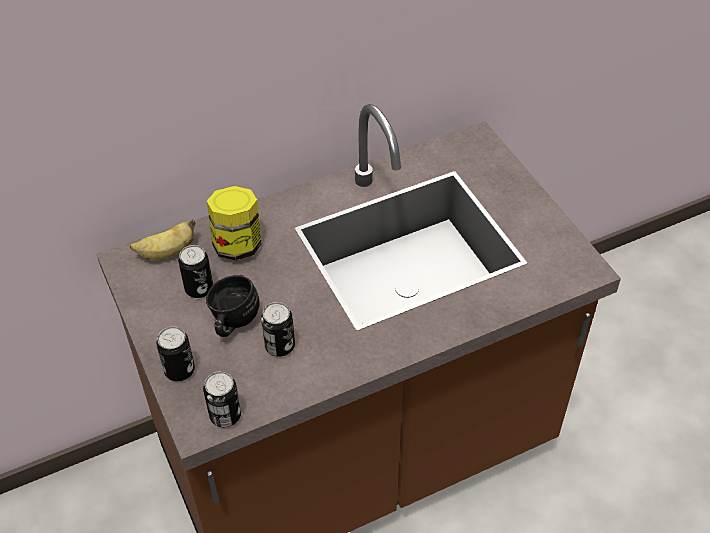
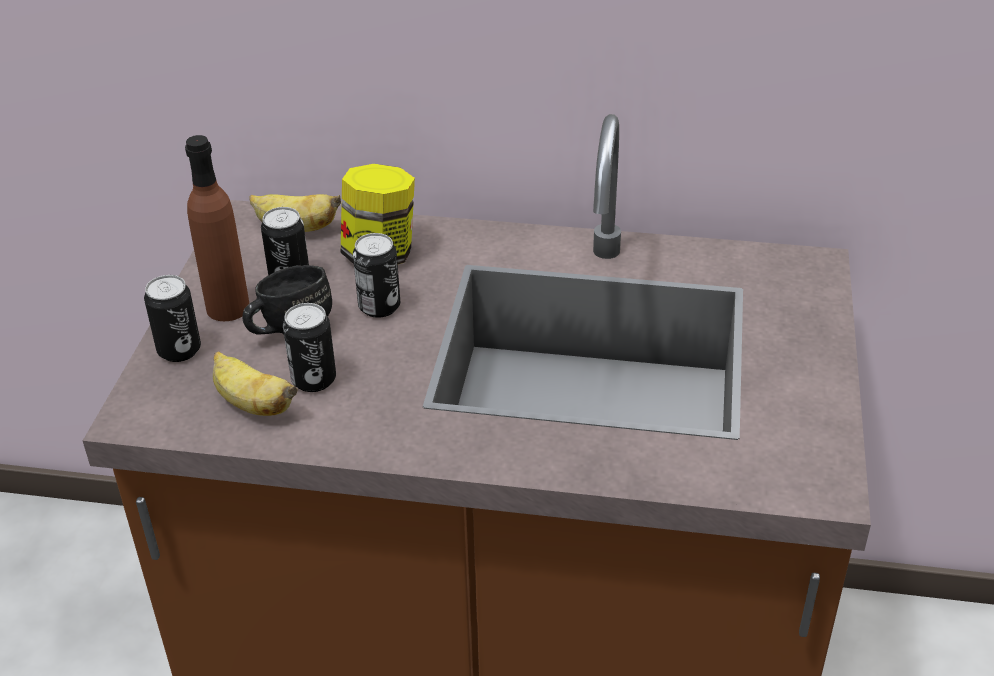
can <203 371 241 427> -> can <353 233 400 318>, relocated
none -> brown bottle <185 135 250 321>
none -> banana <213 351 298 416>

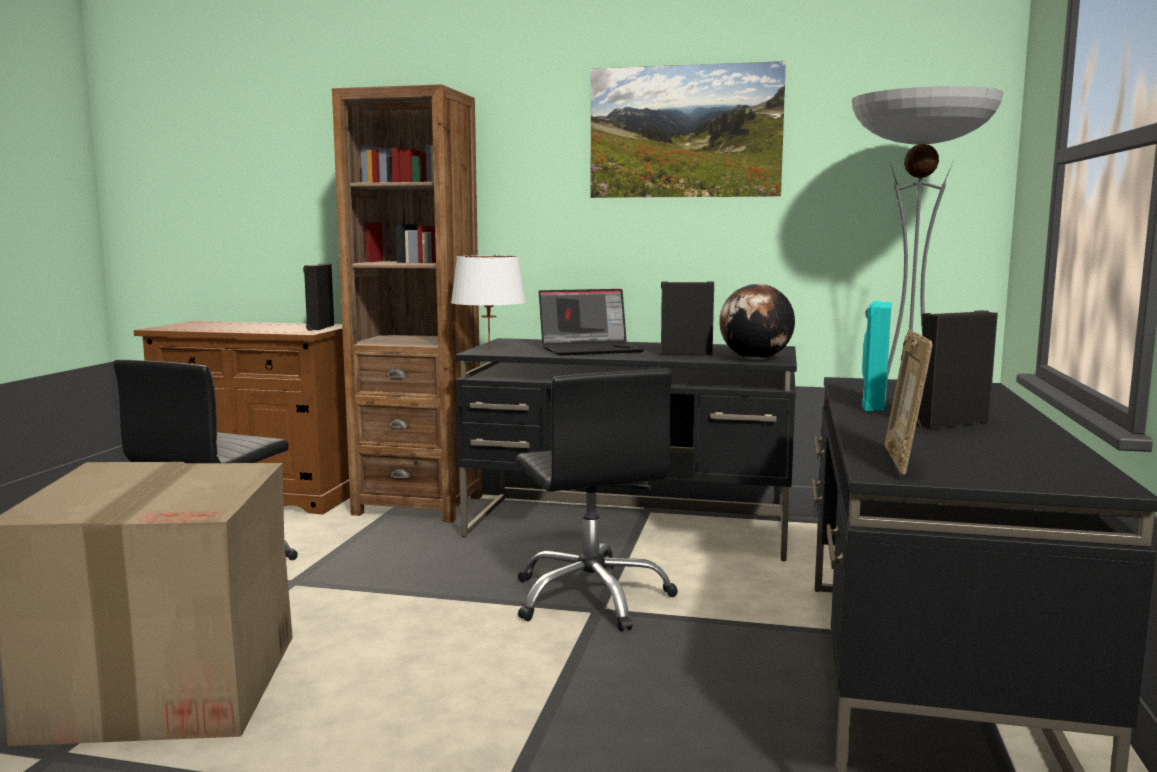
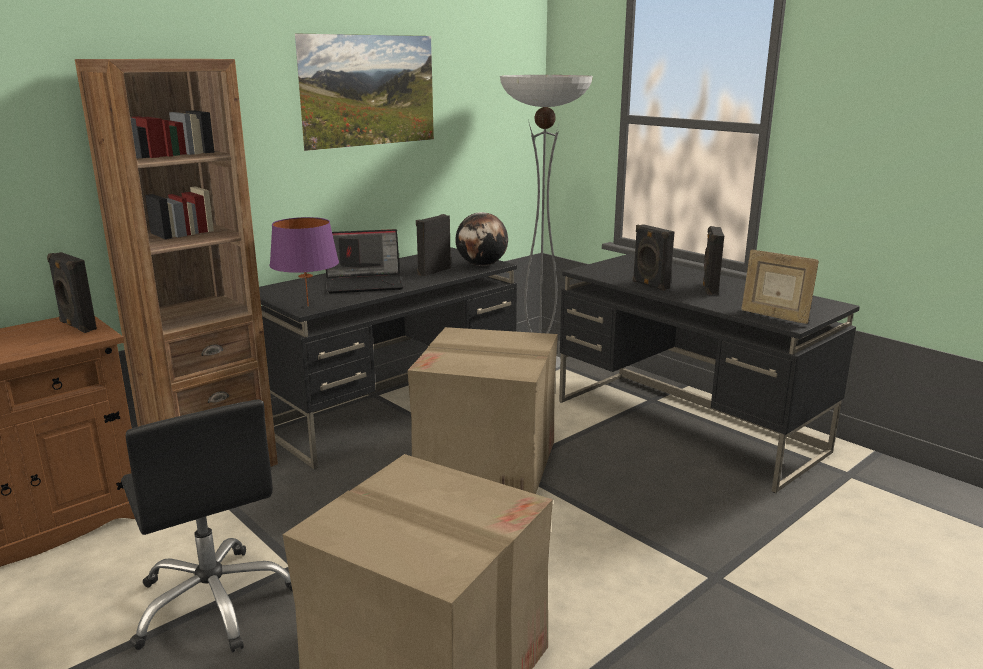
white table lamp <451 255 526 351> -> purple table lamp <269 217 339 306>
laptop <539 289 645 356> -> laptop <326 229 404 294>, 60 degrees clockwise
turquoise speaker <861 301 891 411> -> black speaker <633 224 675 291>
black office chair <516 369 678 631> -> cardboard box <408 327 558 494>

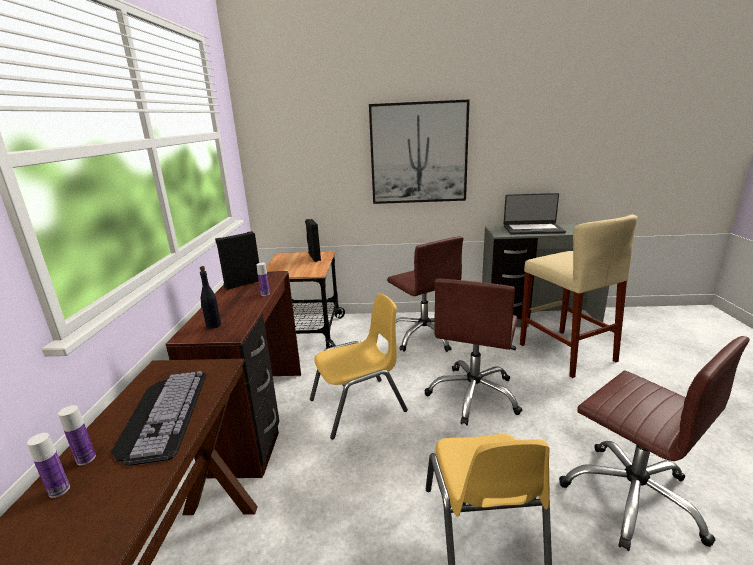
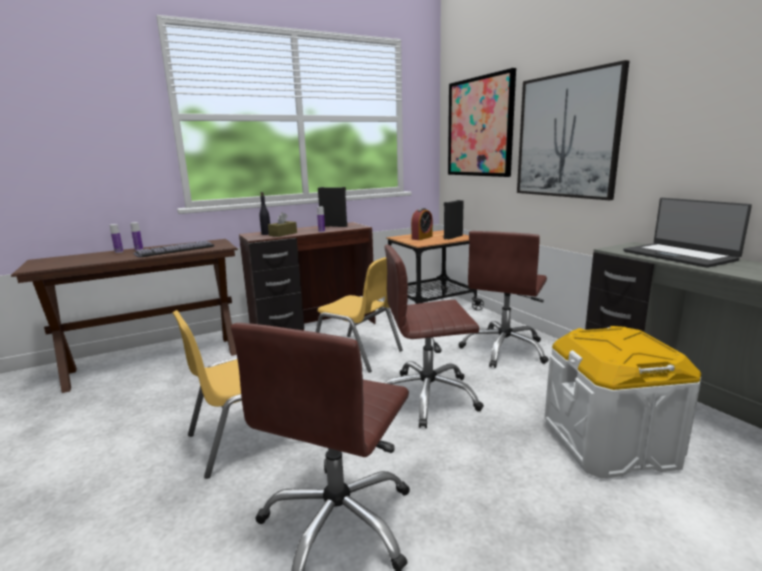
beige stool <520 214 638 378> -> white storage box <545 326 701 479>
none -> picture <448 68 516 177>
none -> alarm clock <411 208 433 240>
none -> brown tissue box <268 212 297 237>

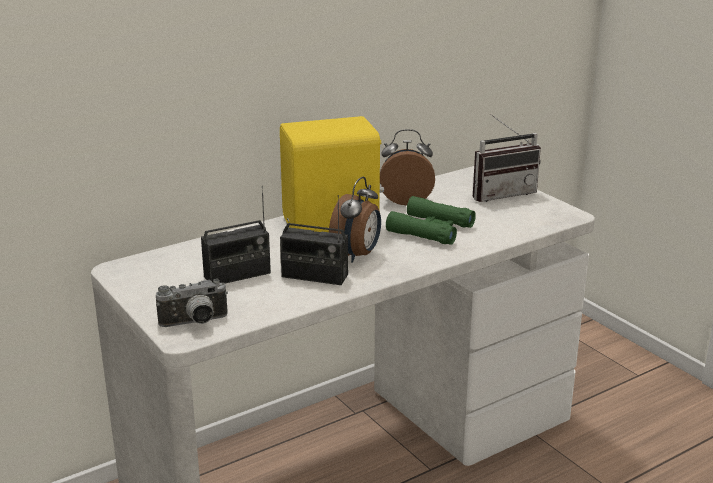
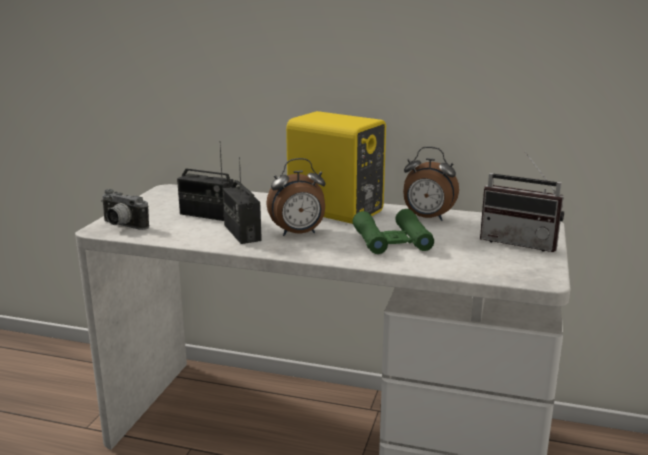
alarm clock <380 129 435 205> -> alarm clock <403 147 459 221>, 150 degrees clockwise

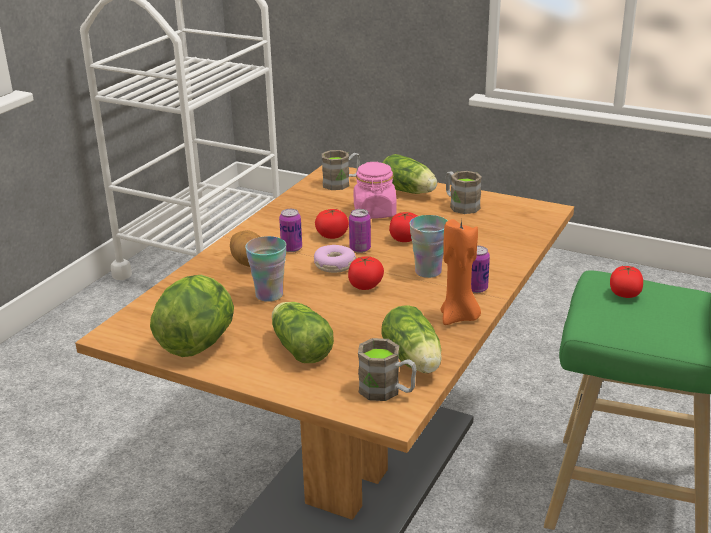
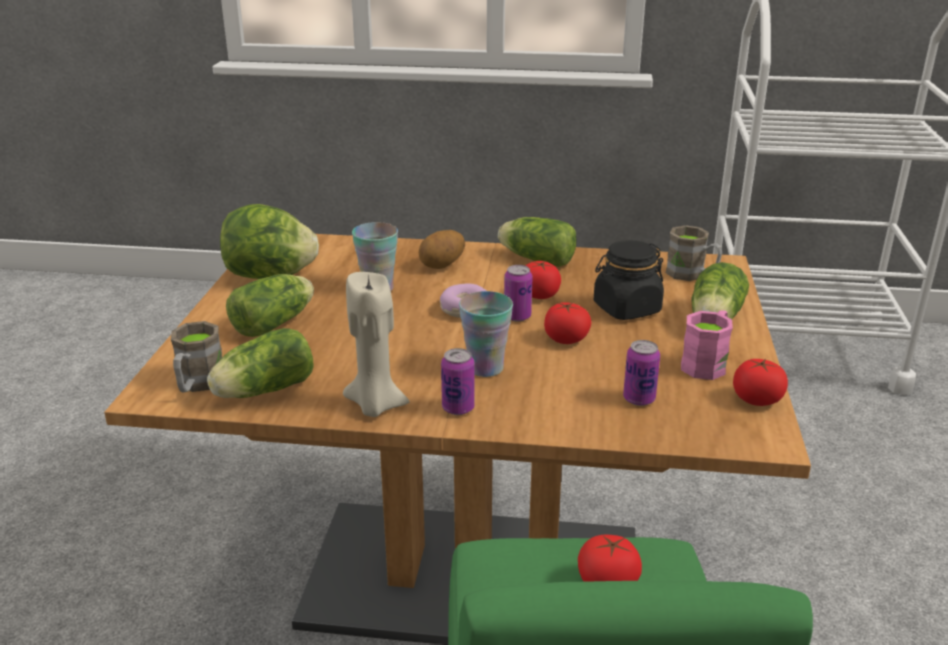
pink jar <354 162 397 219> -> black jar <594 240 664 320>
brown mug <446 171 482 214> -> pink mug <681 310 733 380>
can <279 209 302 252> -> can <623 340 660 406>, relocated
orange candle <441 219 481 325> -> beige candle <343 272 410 417>
tomato <348 256 384 290> -> tomato <733 359 788 406>, relocated
none -> lettuce <498 217 576 267>

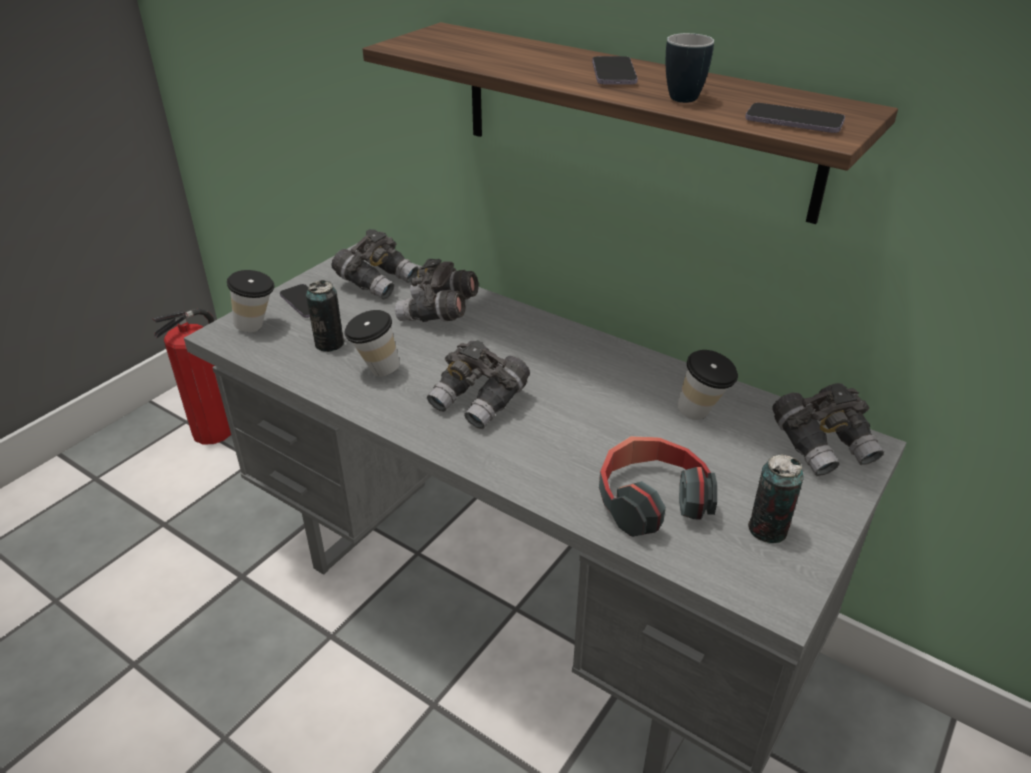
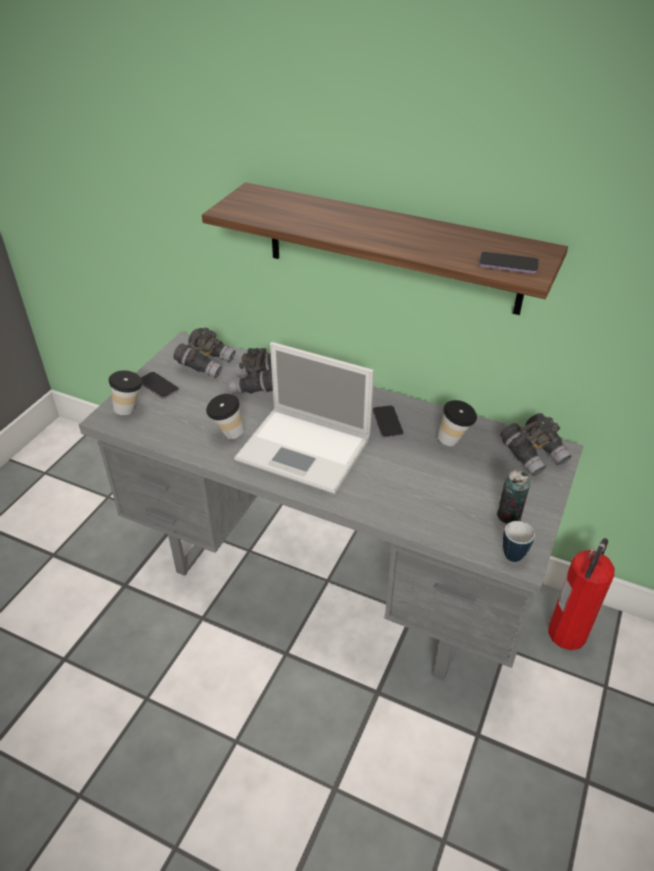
mug <666 33 714 103> -> mug <503 519 535 562>, relocated
phone <592 56 638 84> -> phone <373 405 403 438>, relocated
can <306 280 345 352> -> none
fire extinguisher <152 309 231 444> -> fire extinguisher <548 538 615 650>, relocated
grey binoculars <427 340 530 429> -> laptop <234 342 374 494>
headphones <599 436 717 537> -> none

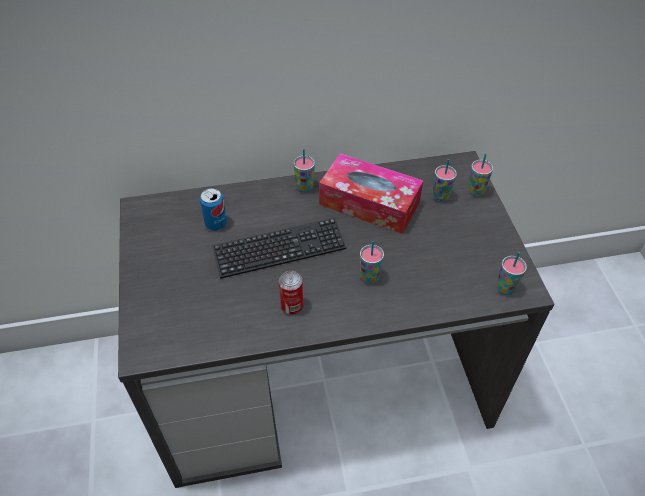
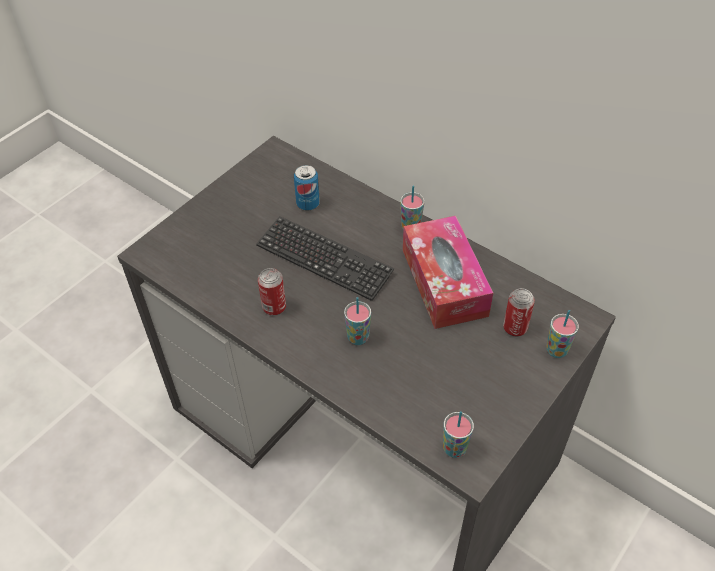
cup <433 159 457 202> -> can <503 288 535 337>

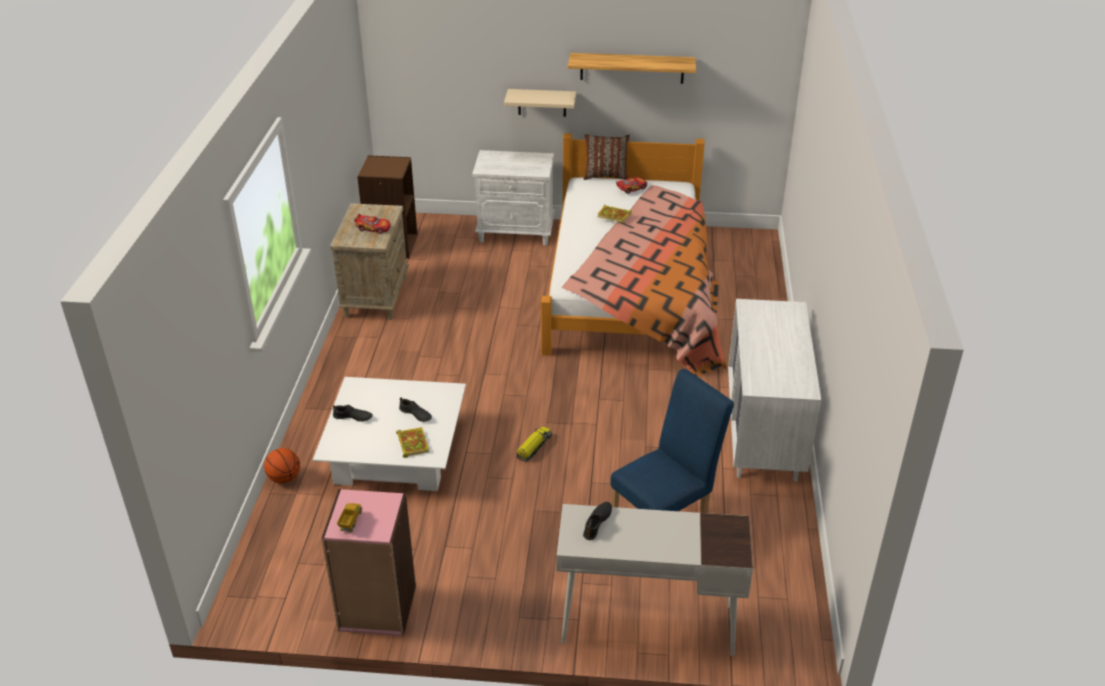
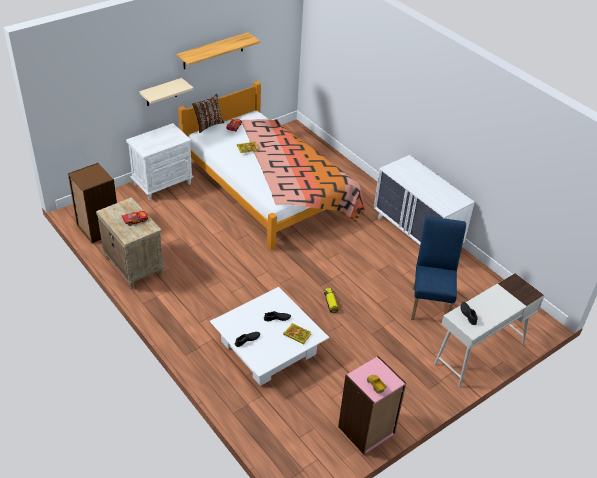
basketball <264 448 300 483> -> none

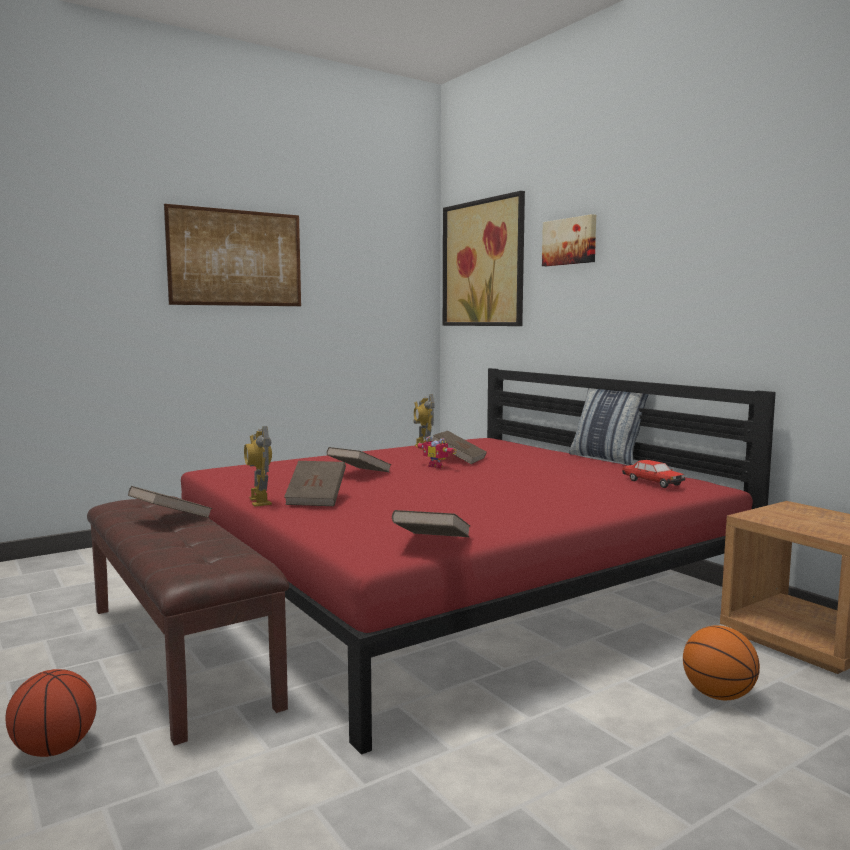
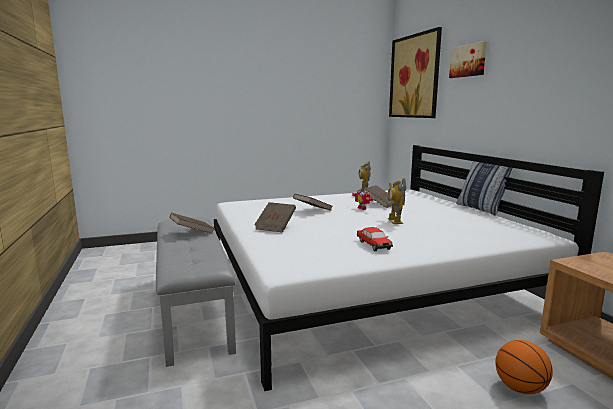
picture <164 204 301 306> -> none
red bed <181 368 776 755> -> white bed <214 145 604 391>
toy robot <244 426 272 507> -> toy robot <387 179 406 224>, relocated
toy car <622 460 685 488> -> toy car <357 227 393 251>, relocated
brown bench <87 496 289 746> -> grey bench <156 217 236 367>
brown book <392 510 470 537> -> none
basketball <6 669 96 757> -> none

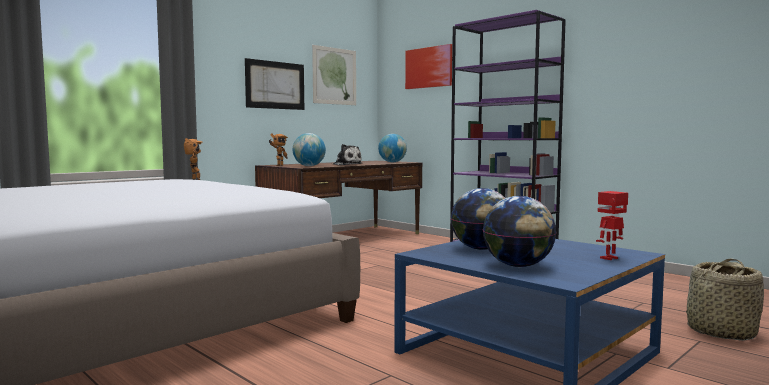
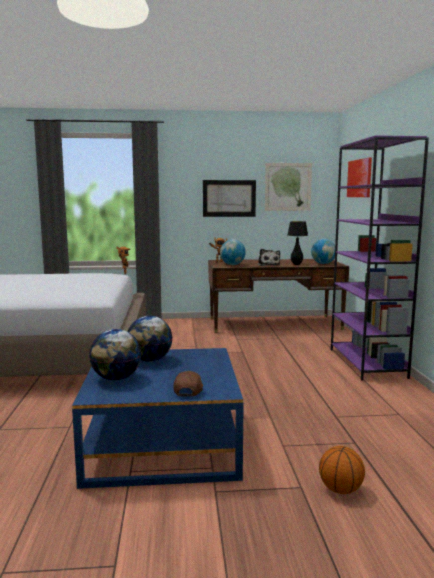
toy robot <596 191 628 260> -> brown cap <173 371 203 397>
basket <686 258 764 341> -> basketball <319 446 365 494>
none -> black table lamp <288 221 308 265>

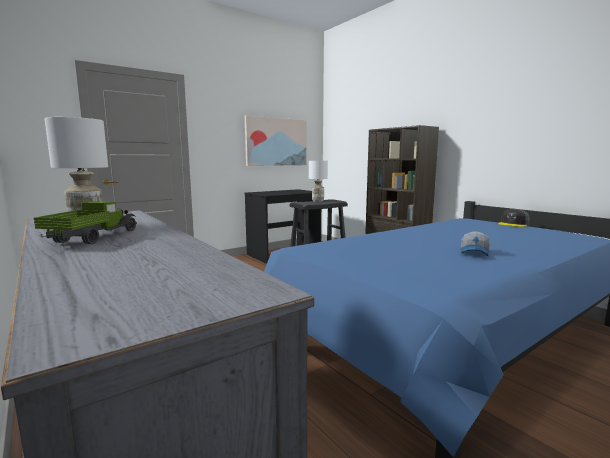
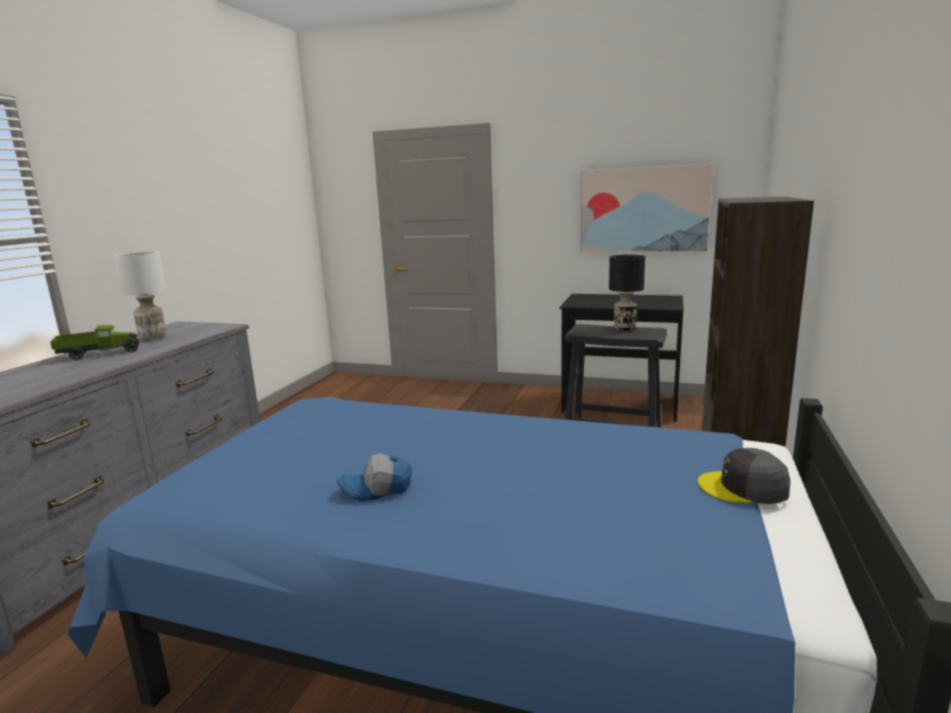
white table lamp <309 161 328 202> -> black table lamp <609 255 645 331>

